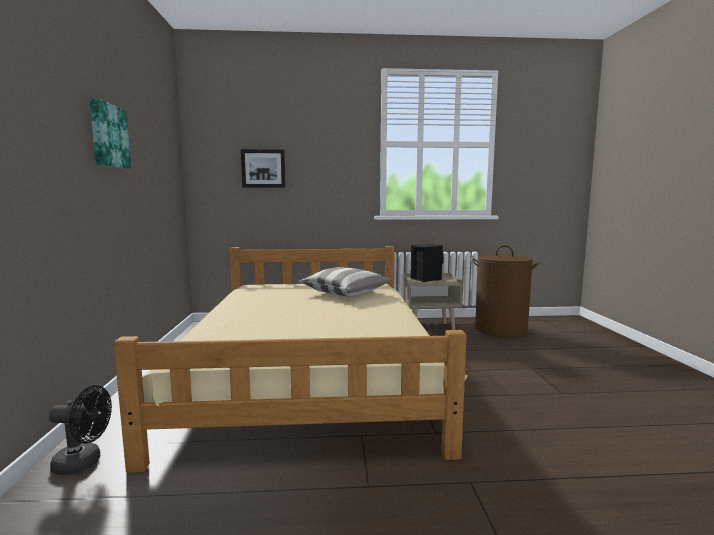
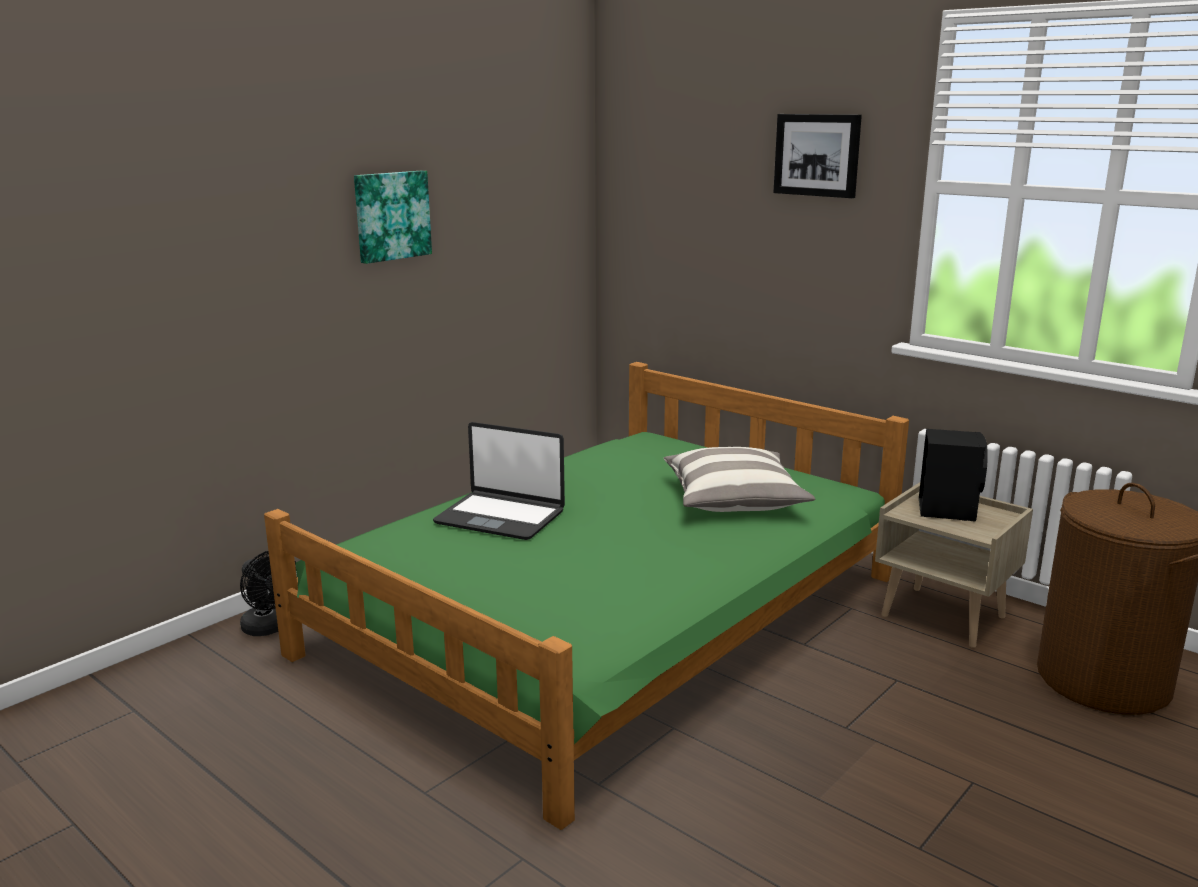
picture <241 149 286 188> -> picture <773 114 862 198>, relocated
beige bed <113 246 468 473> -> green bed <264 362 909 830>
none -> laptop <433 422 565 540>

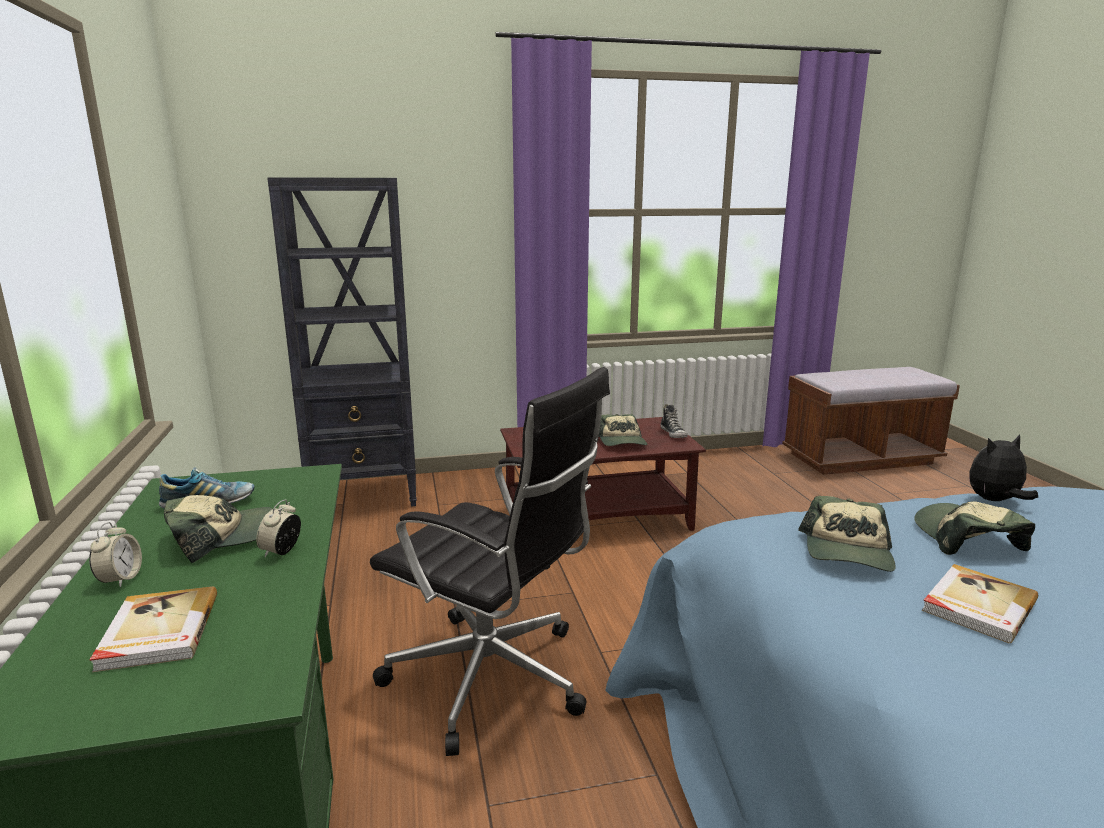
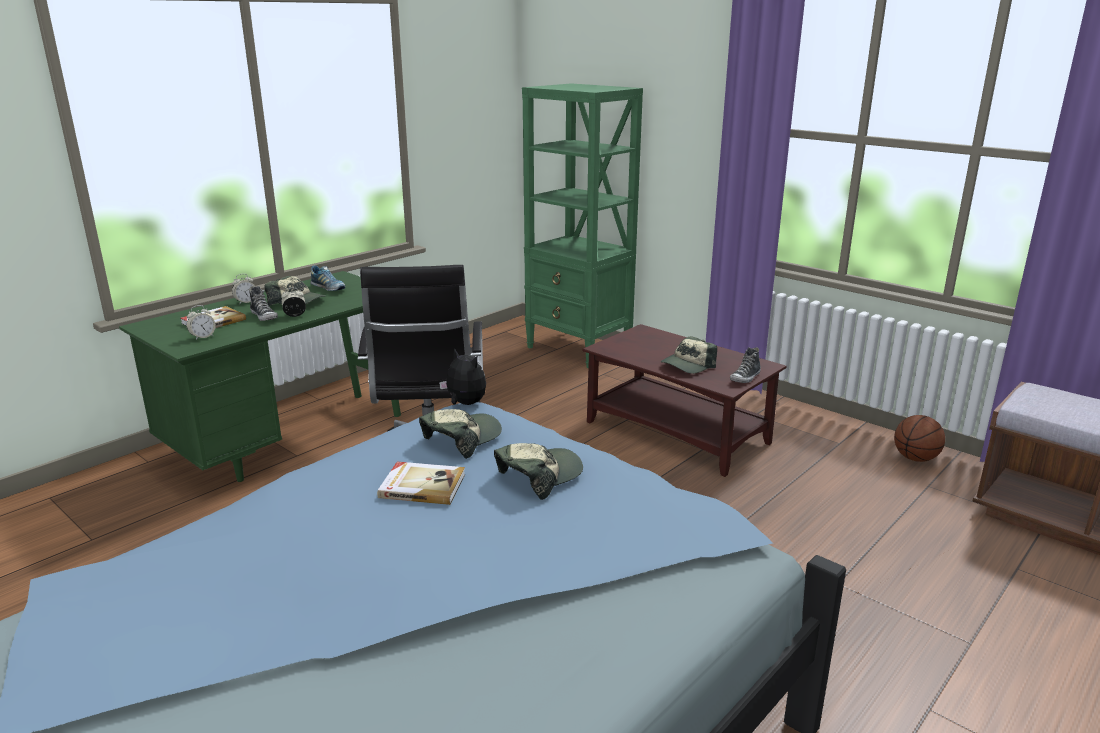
black bookcase <267 177 417 507> -> green bookcase <522 83 643 368>
plush toy <969 434 1038 501> -> plush toy <439 348 486 405>, relocated
cap <798 496 896 572> -> cap <419 409 502 459>, 150 degrees clockwise
none -> shoe <249 286 278 321>
none -> alarm clock <187 305 216 340>
none -> basketball <894 415 945 462>

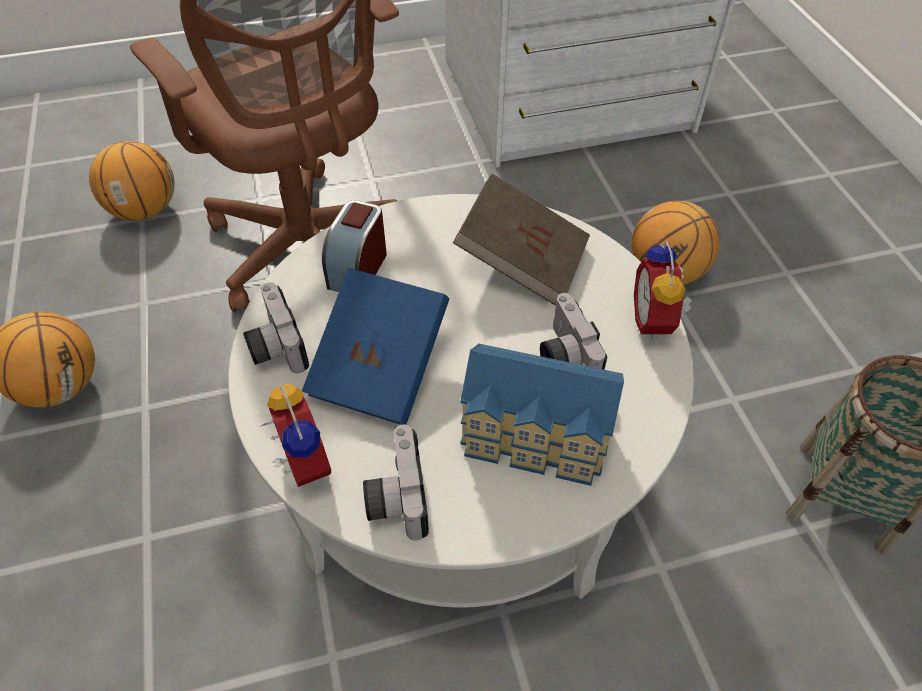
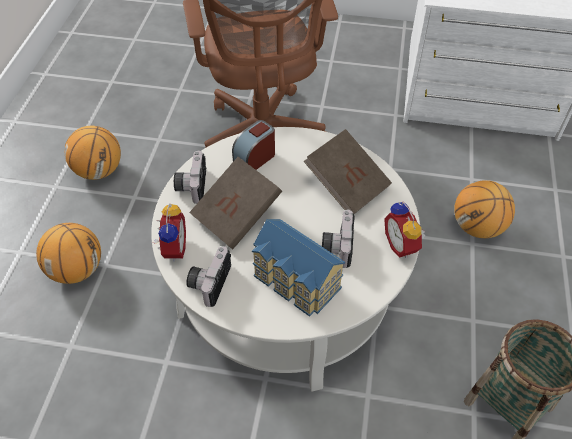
basketball <89 141 174 221> -> basketball <36 223 101 284>, relocated
alarm clock <634 240 692 340> -> alarm clock <384 202 425 259>, 45 degrees counterclockwise
blue book <302 268 449 425> -> brown book <189 157 282 249>

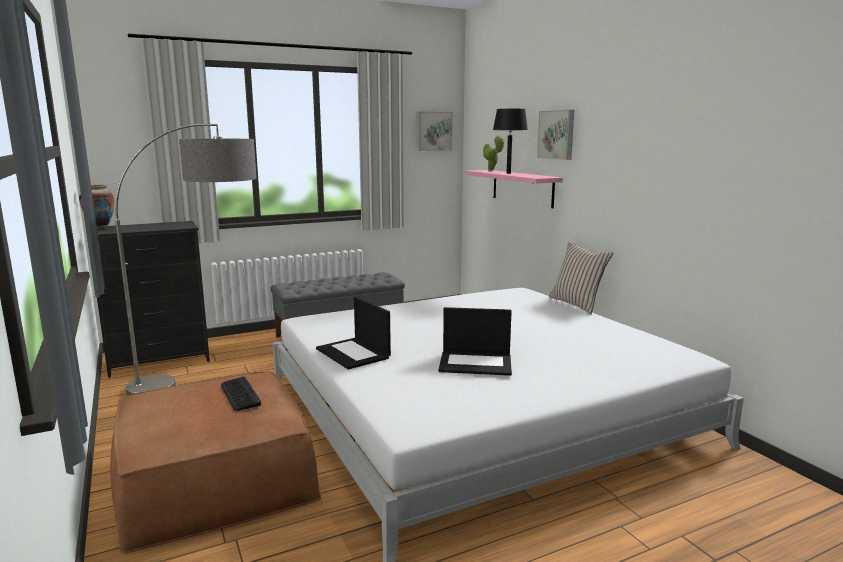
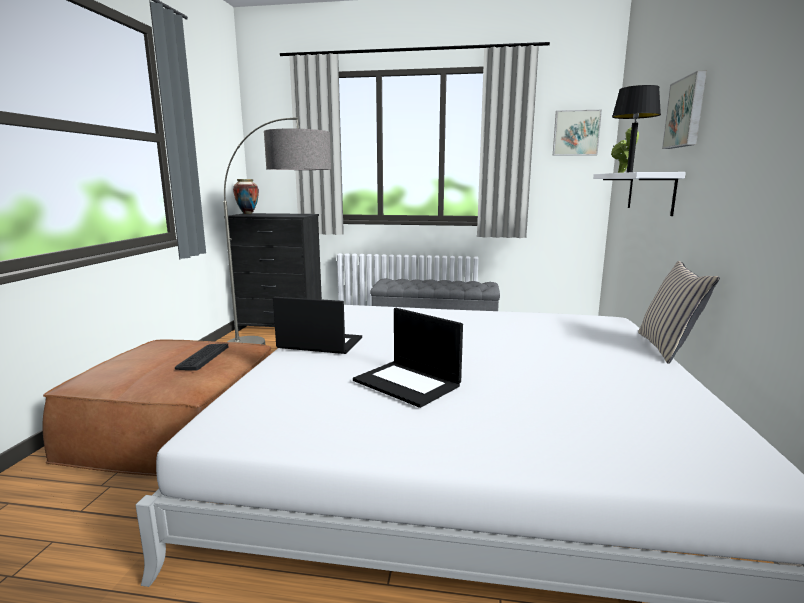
pink shelf <466 170 563 208> -> white shelf <593 172 686 216>
laptop <316 297 391 369> -> laptop <273 297 362 354>, 105 degrees clockwise

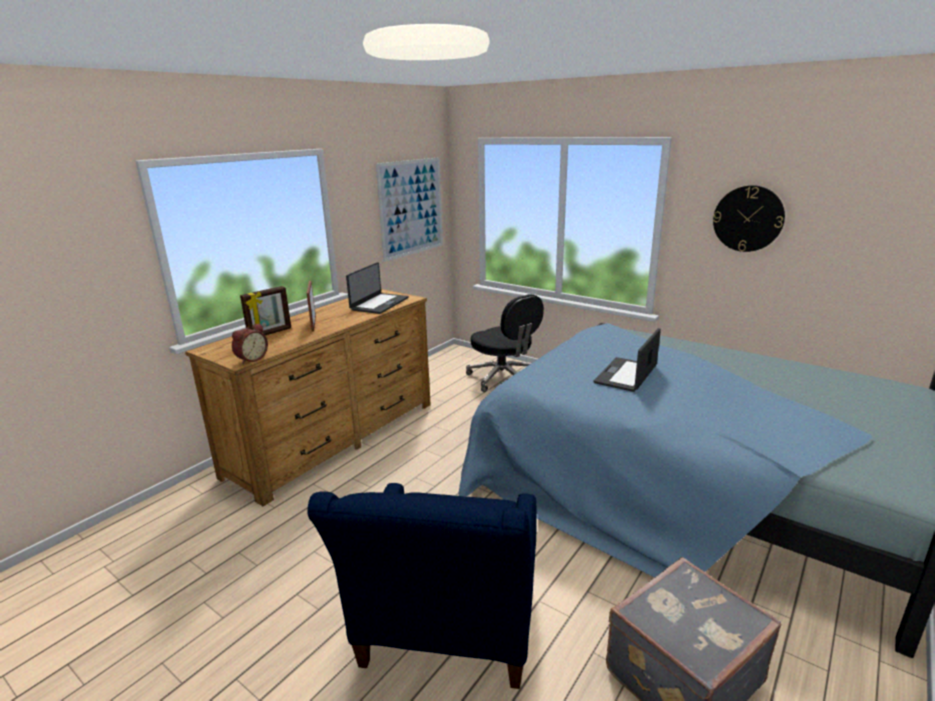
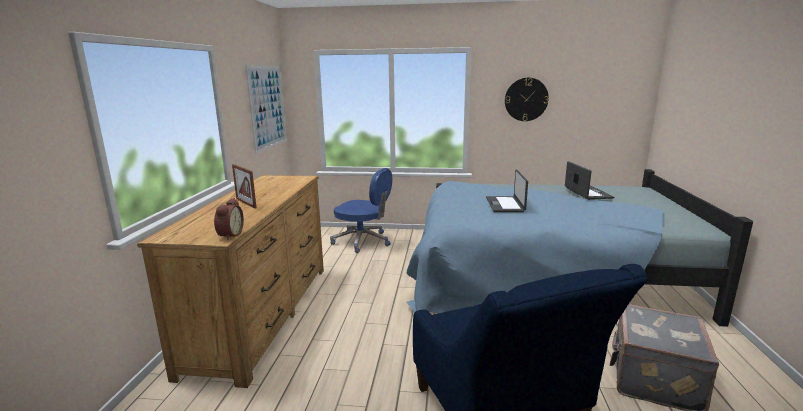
laptop <346 262 409 314> -> laptop <565 161 614 200>, relocated
picture frame <240 286 291 335> -> none
black office chair <466 294 544 392> -> blue office chair <330 168 392 253>

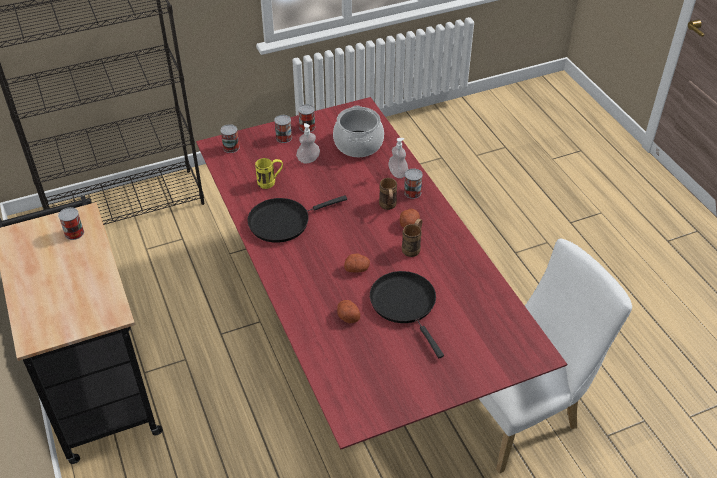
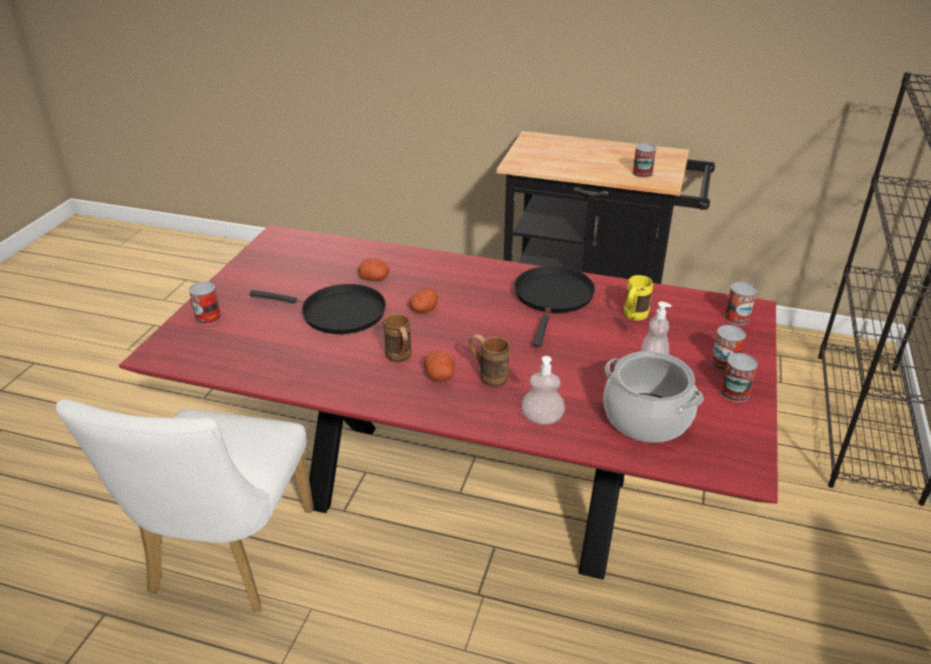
can <404 168 423 199> -> can <189 281 221 325>, relocated

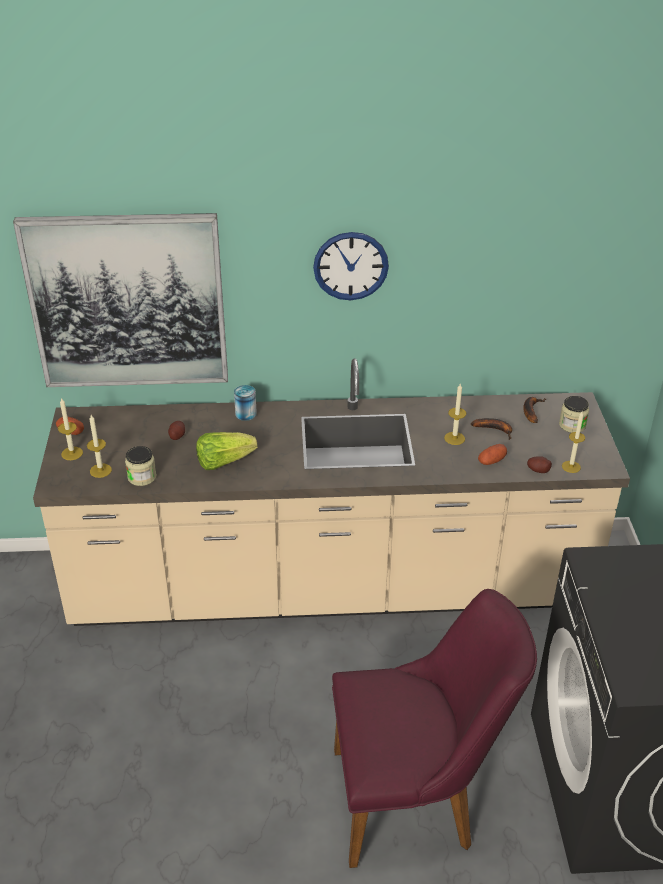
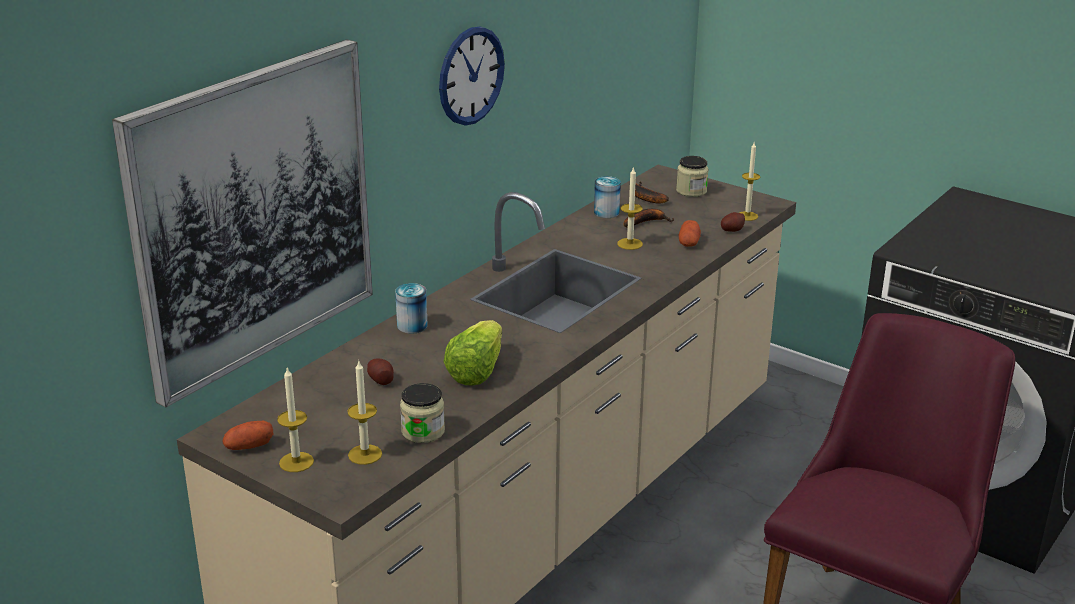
none -> can <594 176 621 218>

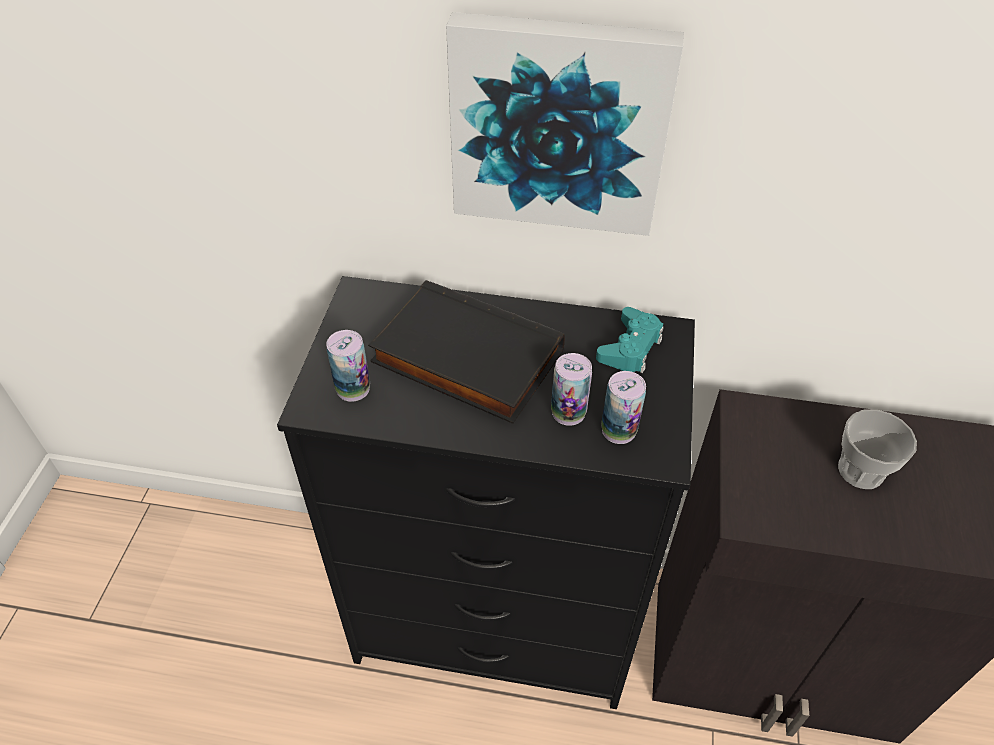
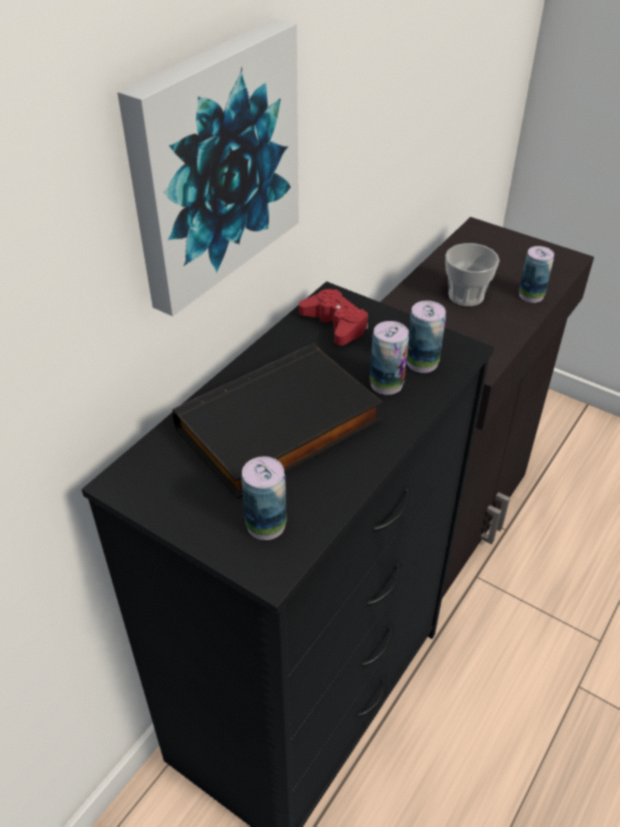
turquoise game controller <596 307 664 373> -> red game controller <299 289 368 345>
none -> can <519 246 554 303>

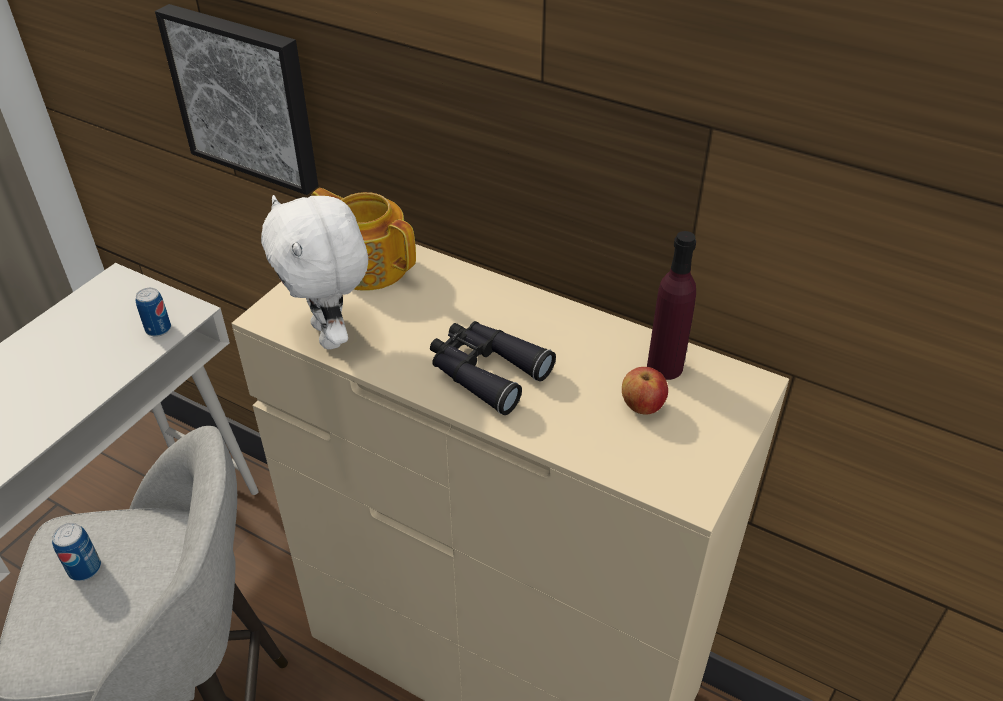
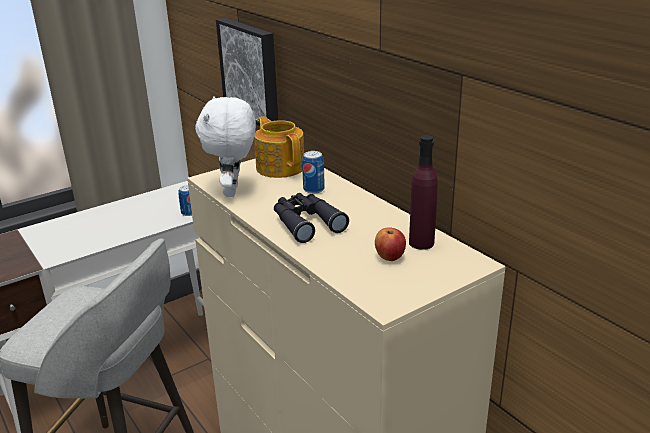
can <52 523 101 581> -> can <302 151 325 194>, relocated

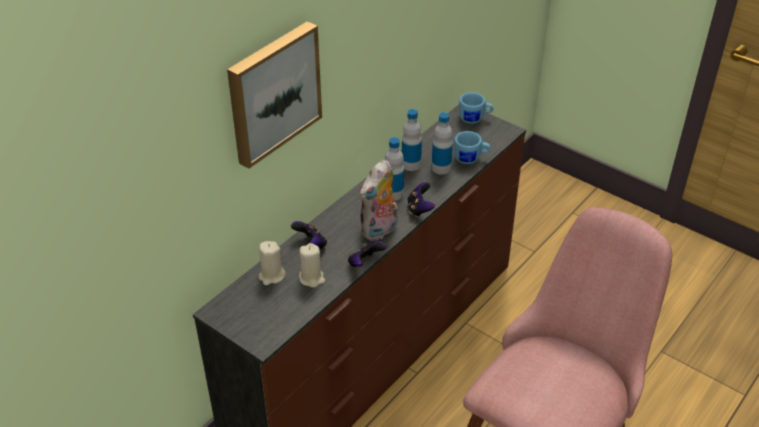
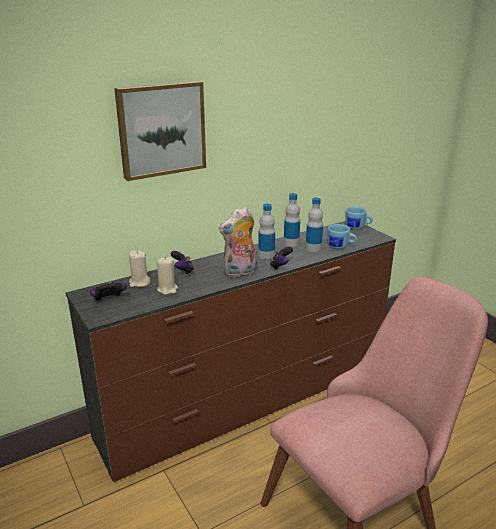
game controller <348 241 387 267> -> game controller <90 282 127 300>, relocated

